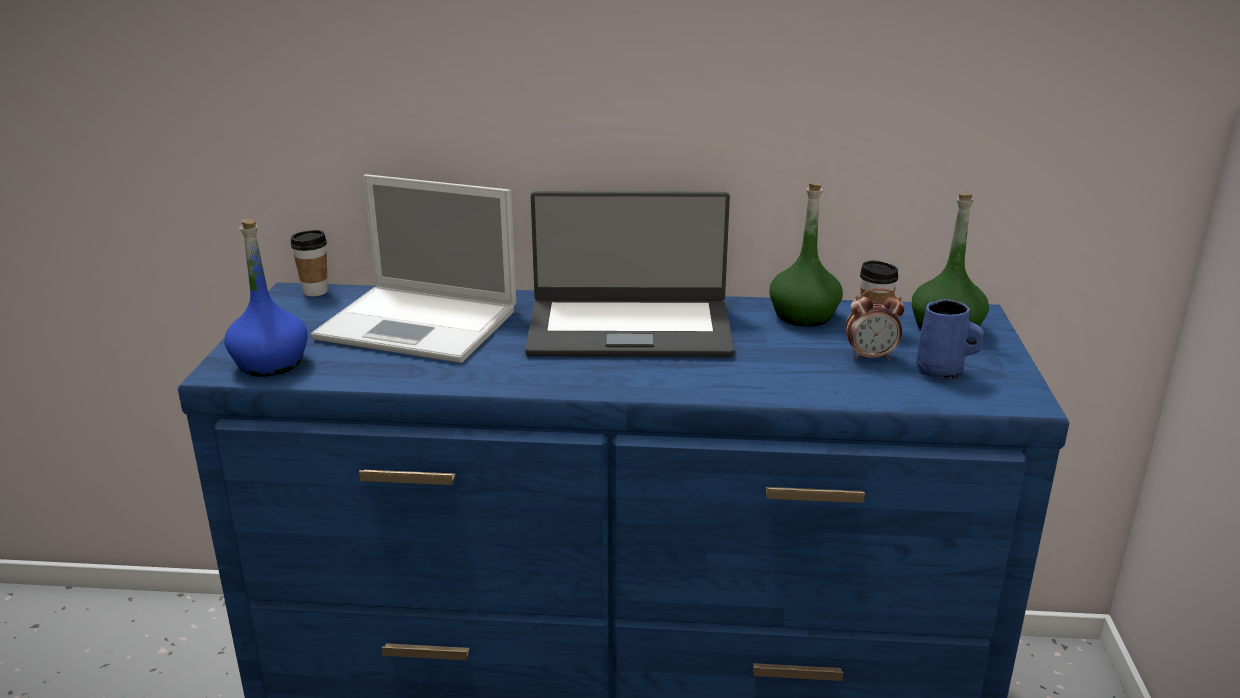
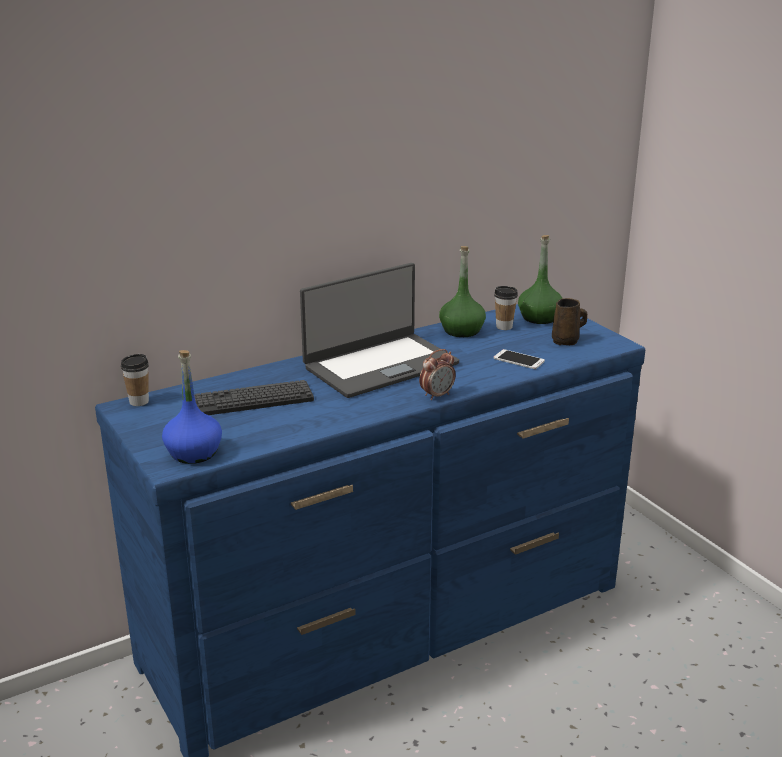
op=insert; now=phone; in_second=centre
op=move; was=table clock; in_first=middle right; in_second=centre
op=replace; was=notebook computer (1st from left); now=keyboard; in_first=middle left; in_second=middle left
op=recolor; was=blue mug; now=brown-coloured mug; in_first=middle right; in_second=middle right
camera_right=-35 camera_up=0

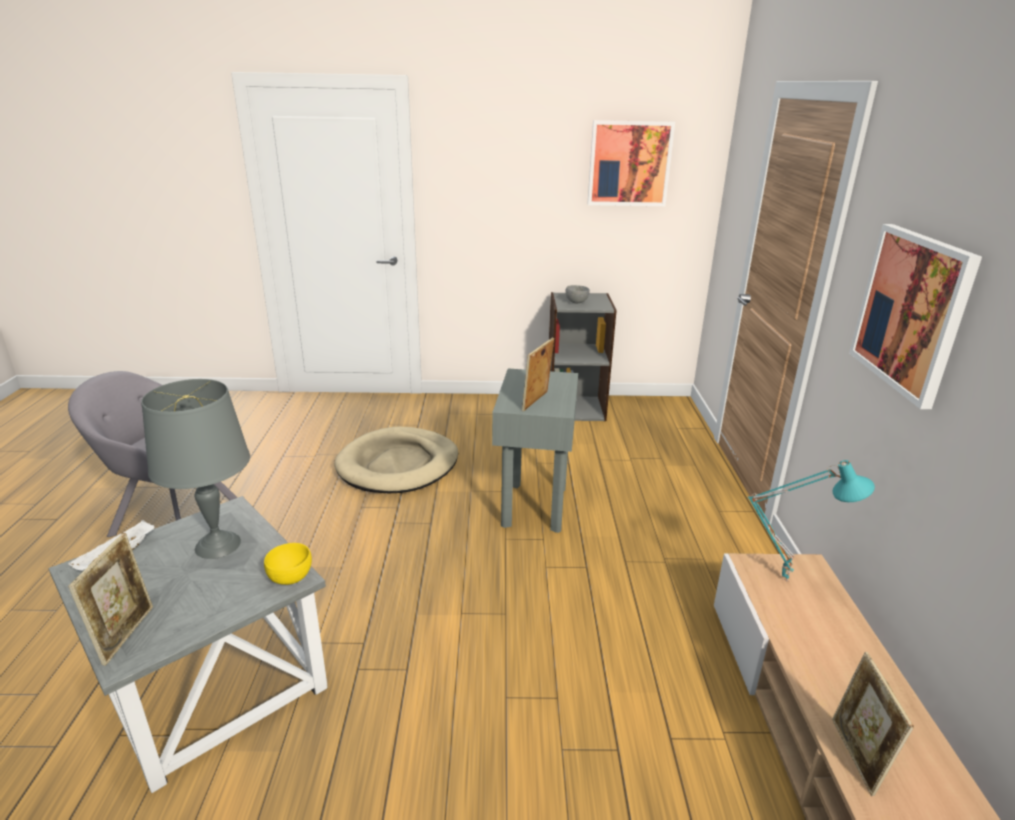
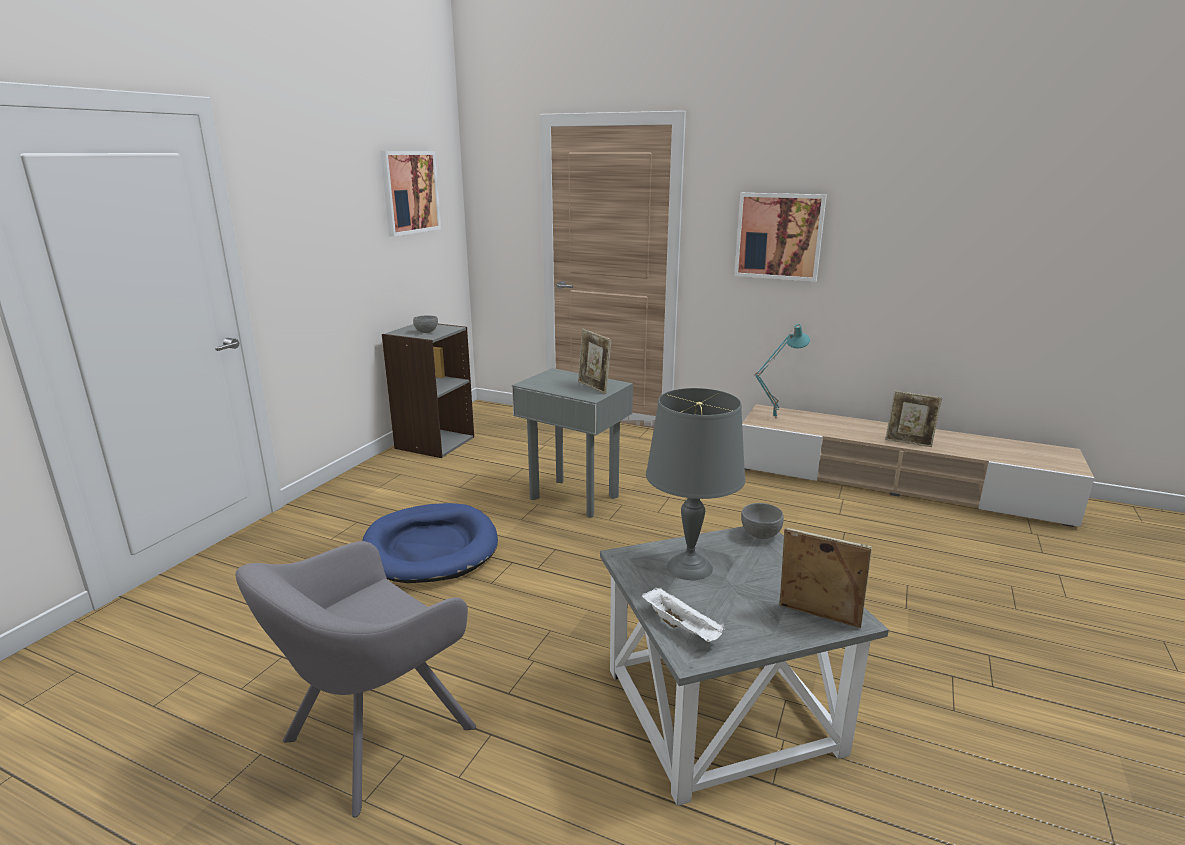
op=recolor; was=yellowish serving bowl; now=gray serving bowl (2nd from left); in_first=bottom left; in_second=centre
op=recolor; was=beige pet bed; now=blue pet bed; in_first=centre; in_second=centre
camera_right=-65 camera_up=-5

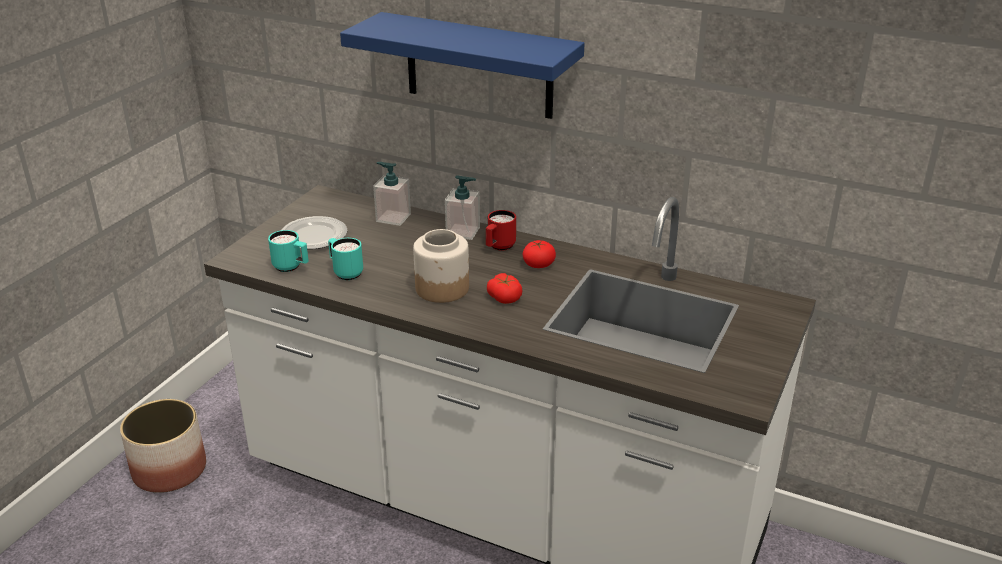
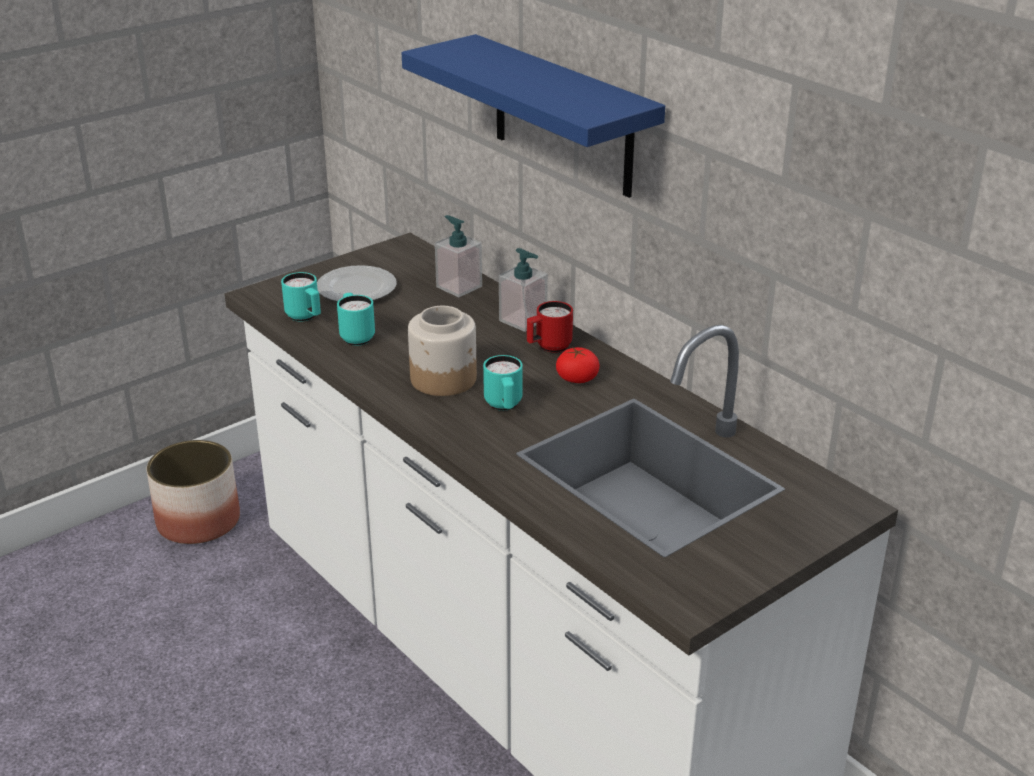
op=replace; was=fresh tomato (1st from left); now=turquoise-coloured mug (3rd from left); in_first=centre; in_second=centre
camera_right=25 camera_up=0

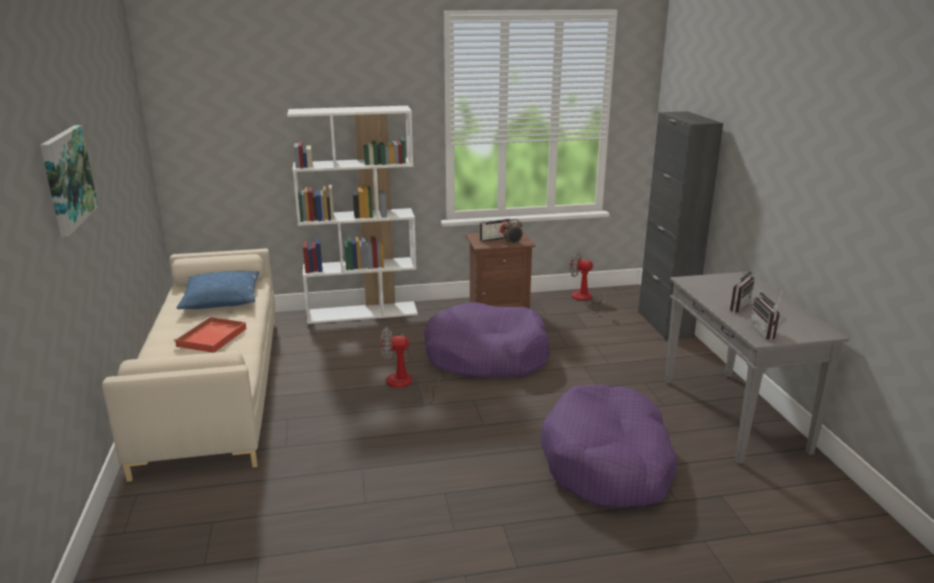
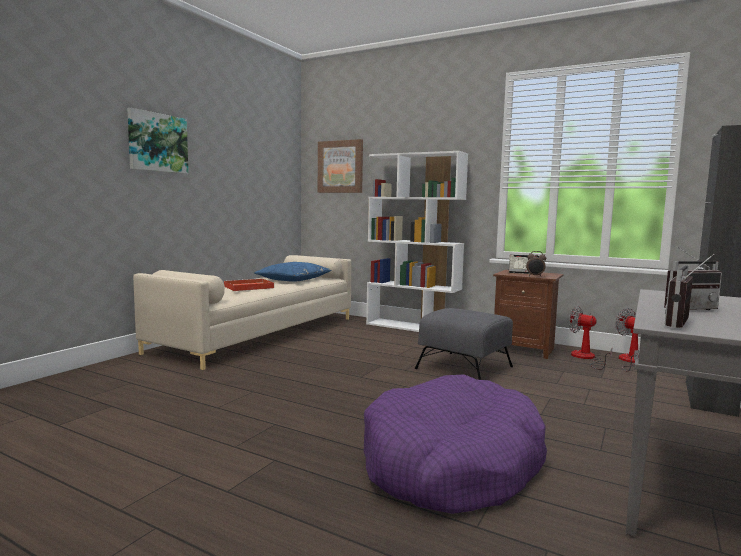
op=insert; now=picture (2nd from left); in_second=top centre
op=move; was=electric fan (1st from left); in_first=centre; in_second=middle right
op=replace; was=purple pet bed (1st from left); now=gray ottoman; in_first=centre; in_second=centre
camera_right=40 camera_up=-15

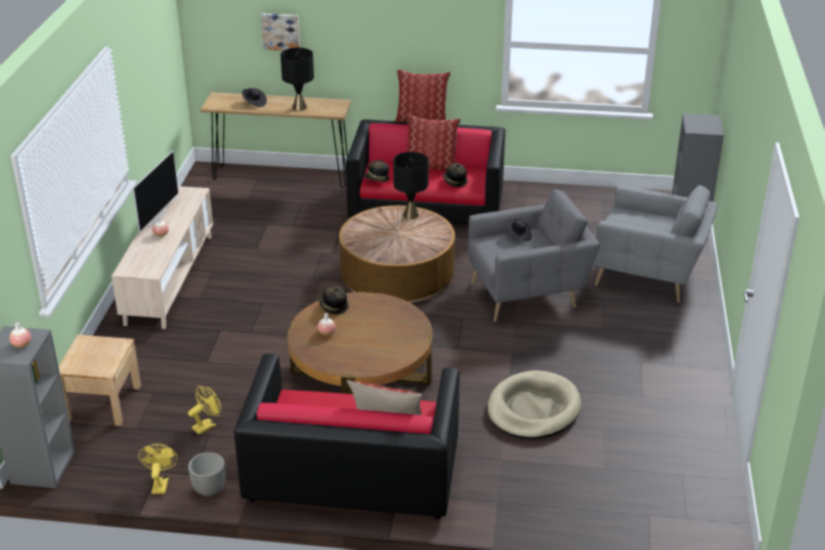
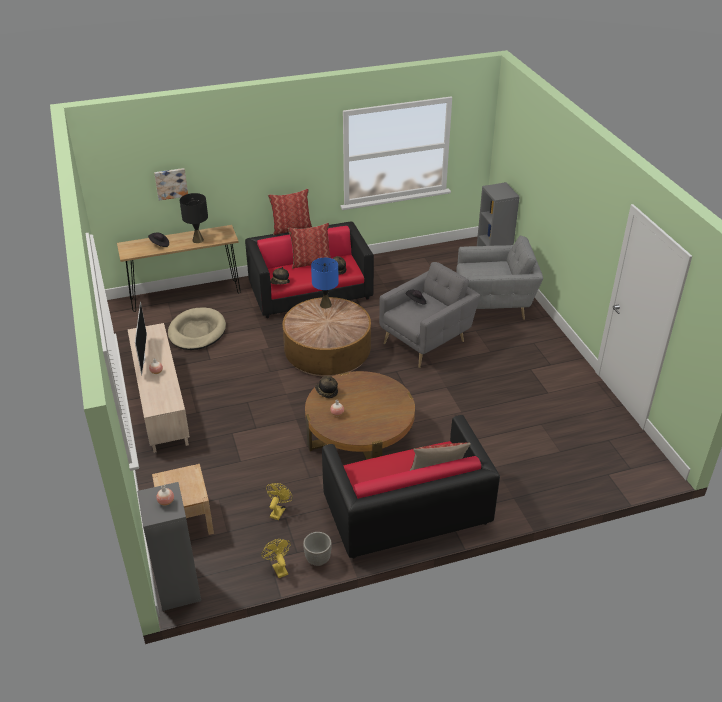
op=move; was=beige pet bed; in_first=bottom centre; in_second=middle left
op=recolor; was=black-coloured tabletop lamp (2nd from left); now=blue tabletop lamp; in_first=centre; in_second=centre
camera_right=-25 camera_up=5

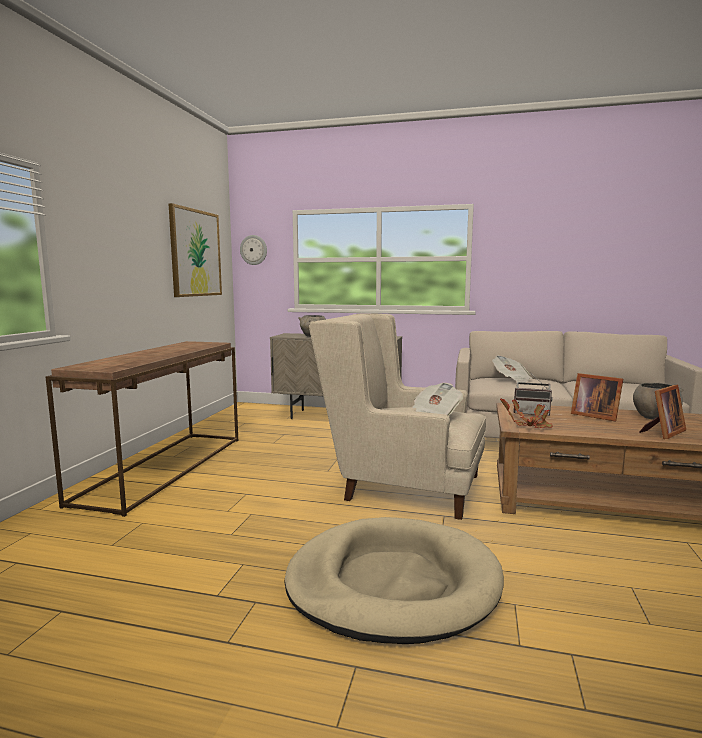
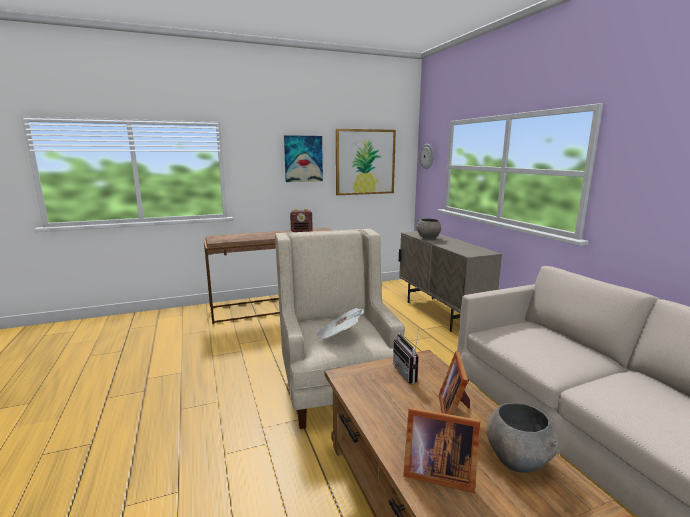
op=delete; was=beige pet bed; in_first=bottom centre
op=delete; was=printed paper (2nd from left); in_first=middle right
op=delete; was=potted plant; in_first=middle right
op=insert; now=picture (1st from left); in_second=top centre
op=insert; now=radio receiver (1st from left); in_second=centre
camera_right=55 camera_up=5

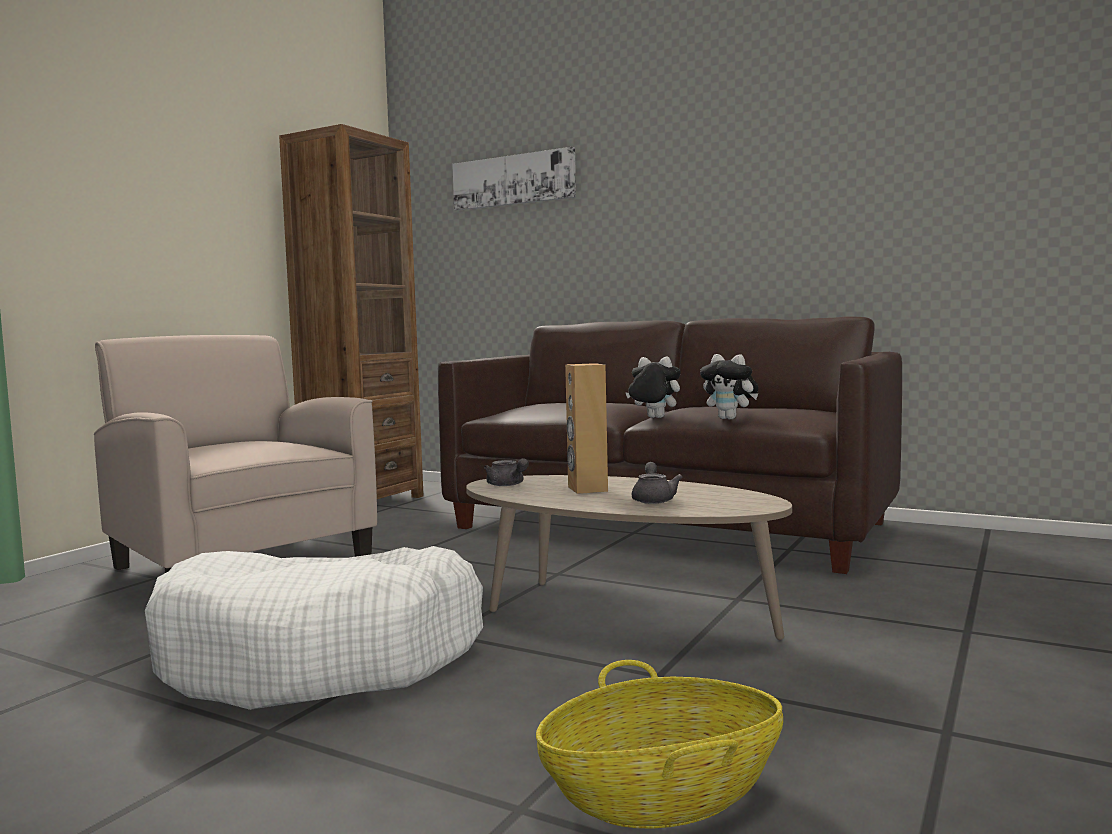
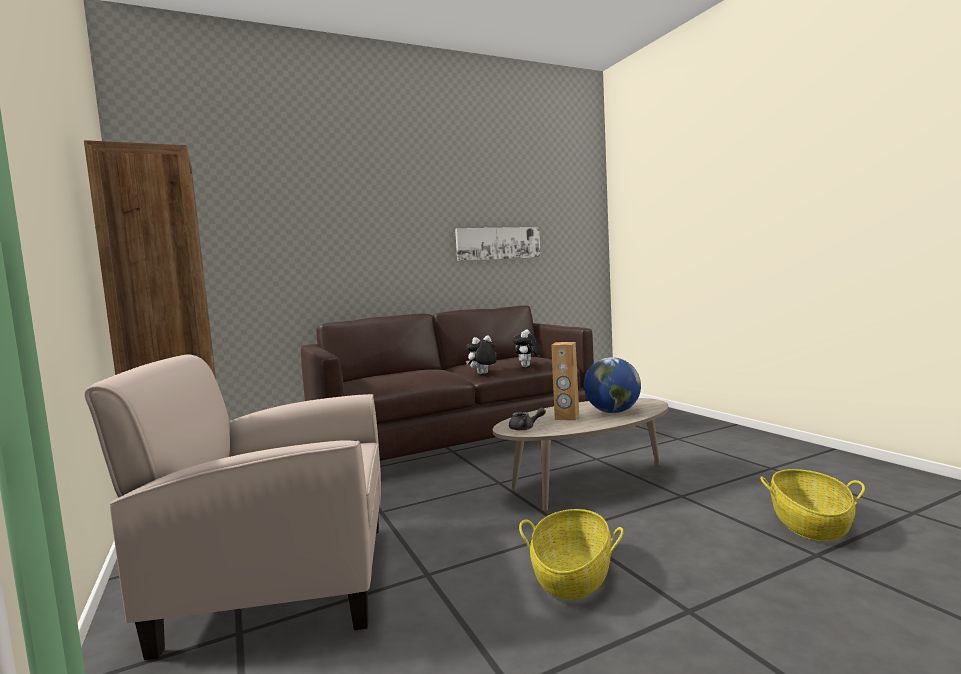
op=move; was=picture; in_first=top centre; in_second=centre
op=replace; was=whitish pet bed; now=household basket (1st from left); in_first=bottom left; in_second=bottom centre
op=replace; was=gray pot for tea (2nd from left); now=world globe; in_first=centre; in_second=centre
op=rotate; was=soft toy (2nd from left); in_first=centre; in_second=centre; clockwise=120
camera_right=-55 camera_up=0

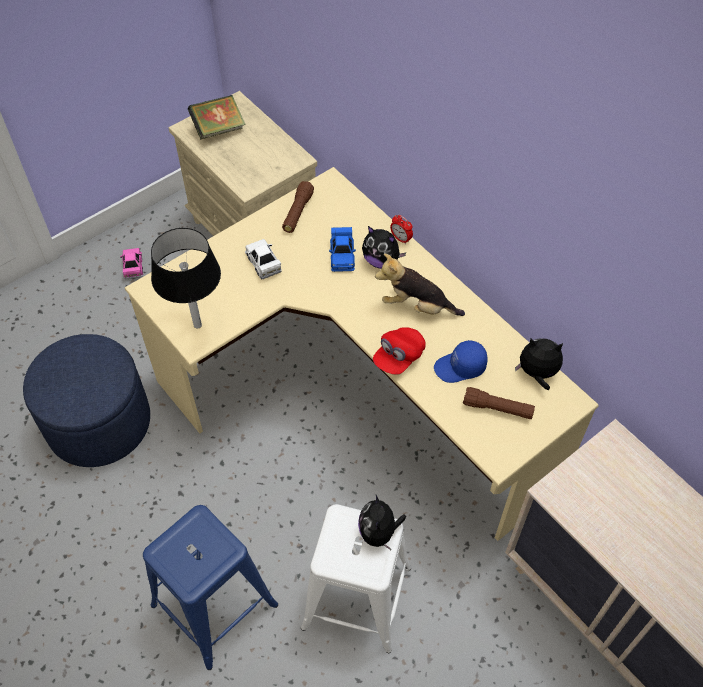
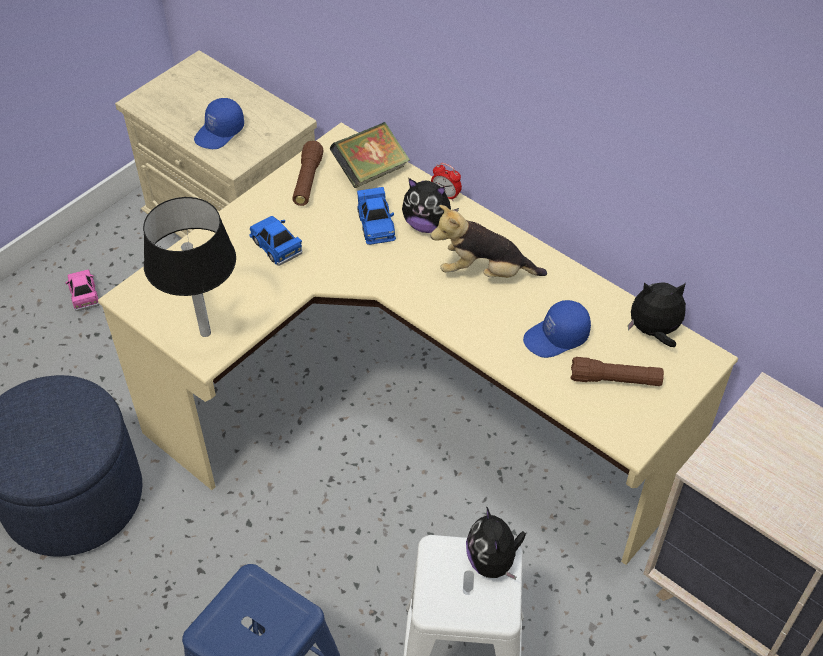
op=delete; was=red cap; in_first=centre
op=insert; now=blue cap (1st from left); in_second=top left
op=move; was=book; in_first=top left; in_second=top centre
op=recolor; was=whitish toy car; now=blue toy car (1st from left); in_first=centre; in_second=centre
camera_right=-10 camera_up=-5

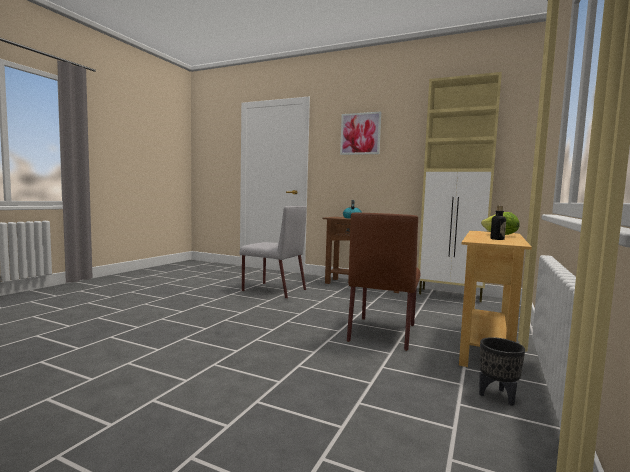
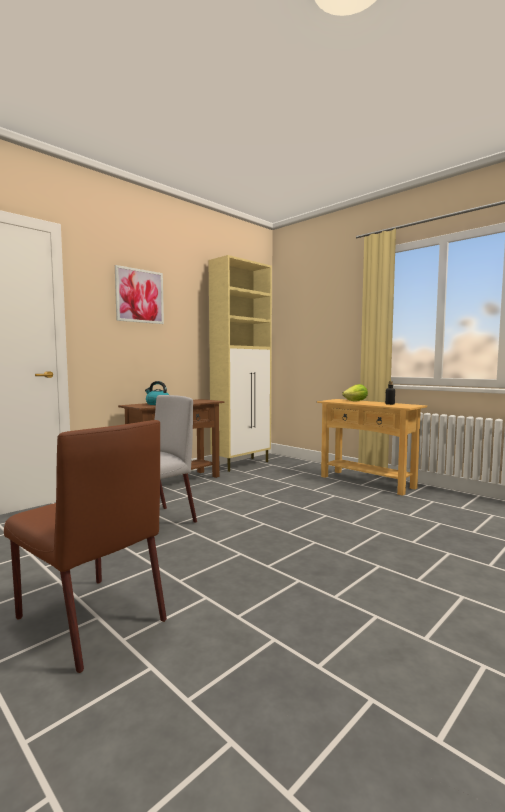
op=delete; was=black-coloured flower pot; in_first=bottom right
op=move; was=brown-coloured plain chair; in_first=centre; in_second=bottom left
camera_right=-70 camera_up=0

